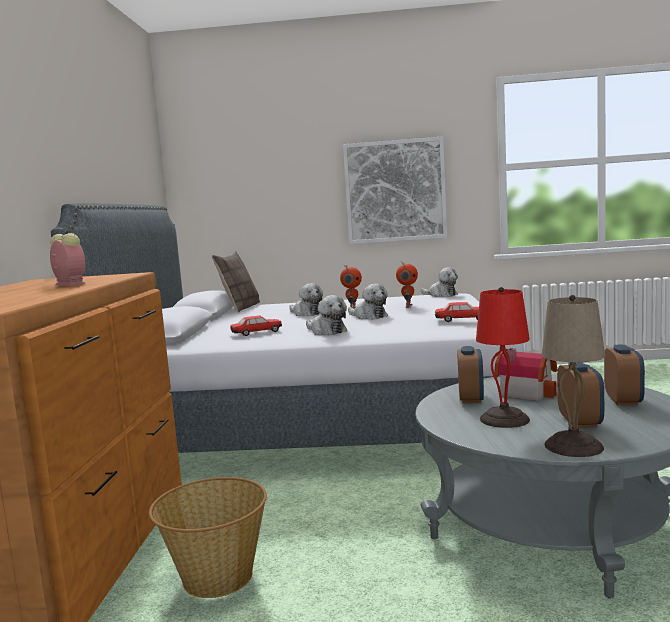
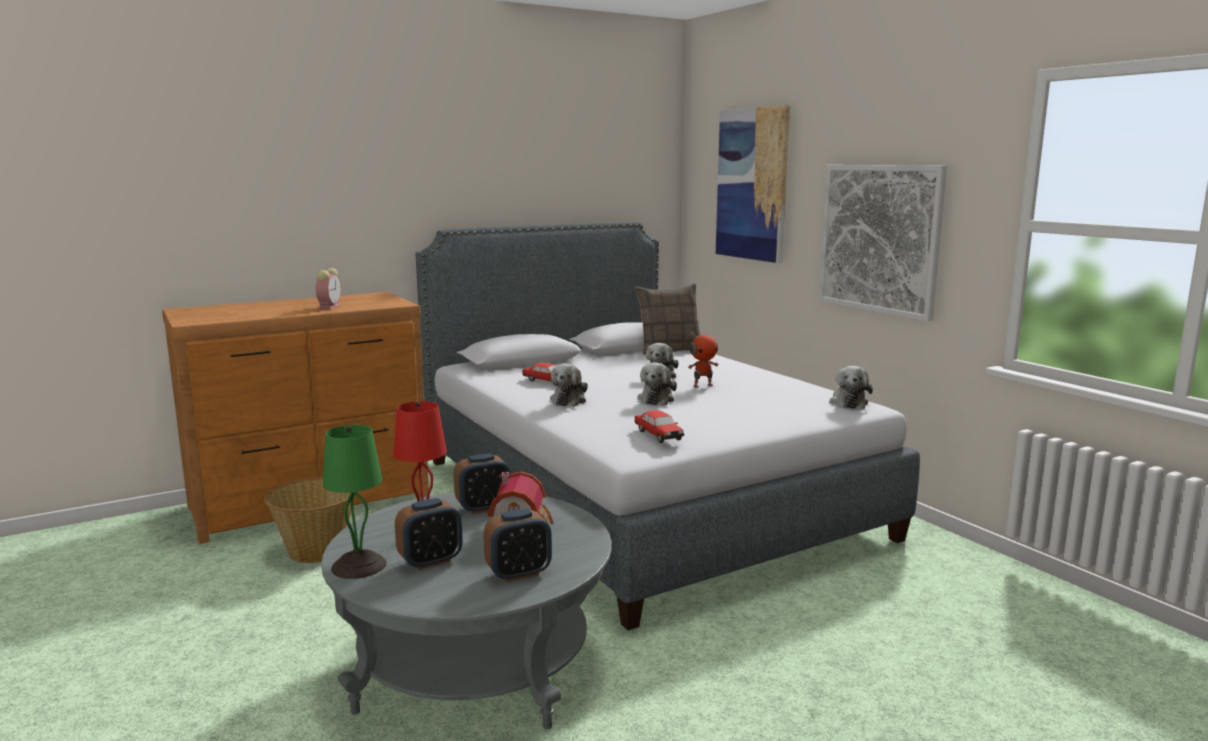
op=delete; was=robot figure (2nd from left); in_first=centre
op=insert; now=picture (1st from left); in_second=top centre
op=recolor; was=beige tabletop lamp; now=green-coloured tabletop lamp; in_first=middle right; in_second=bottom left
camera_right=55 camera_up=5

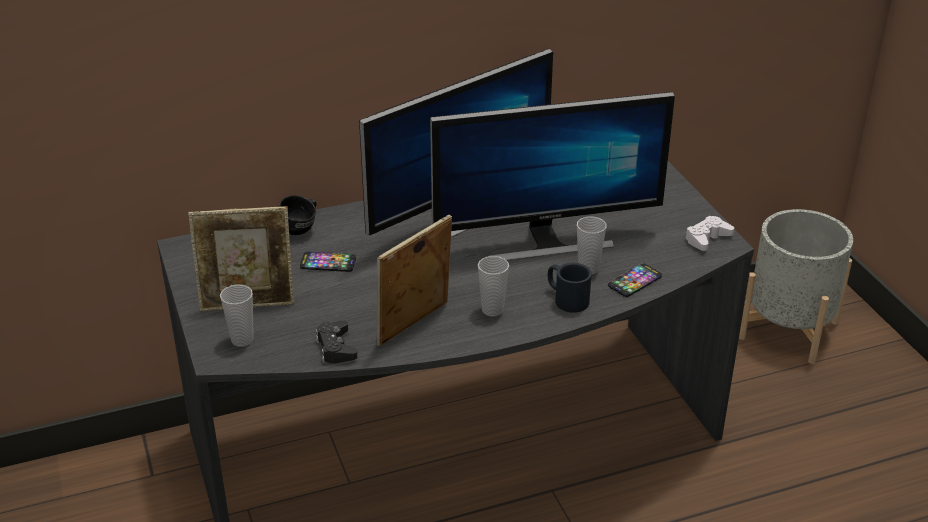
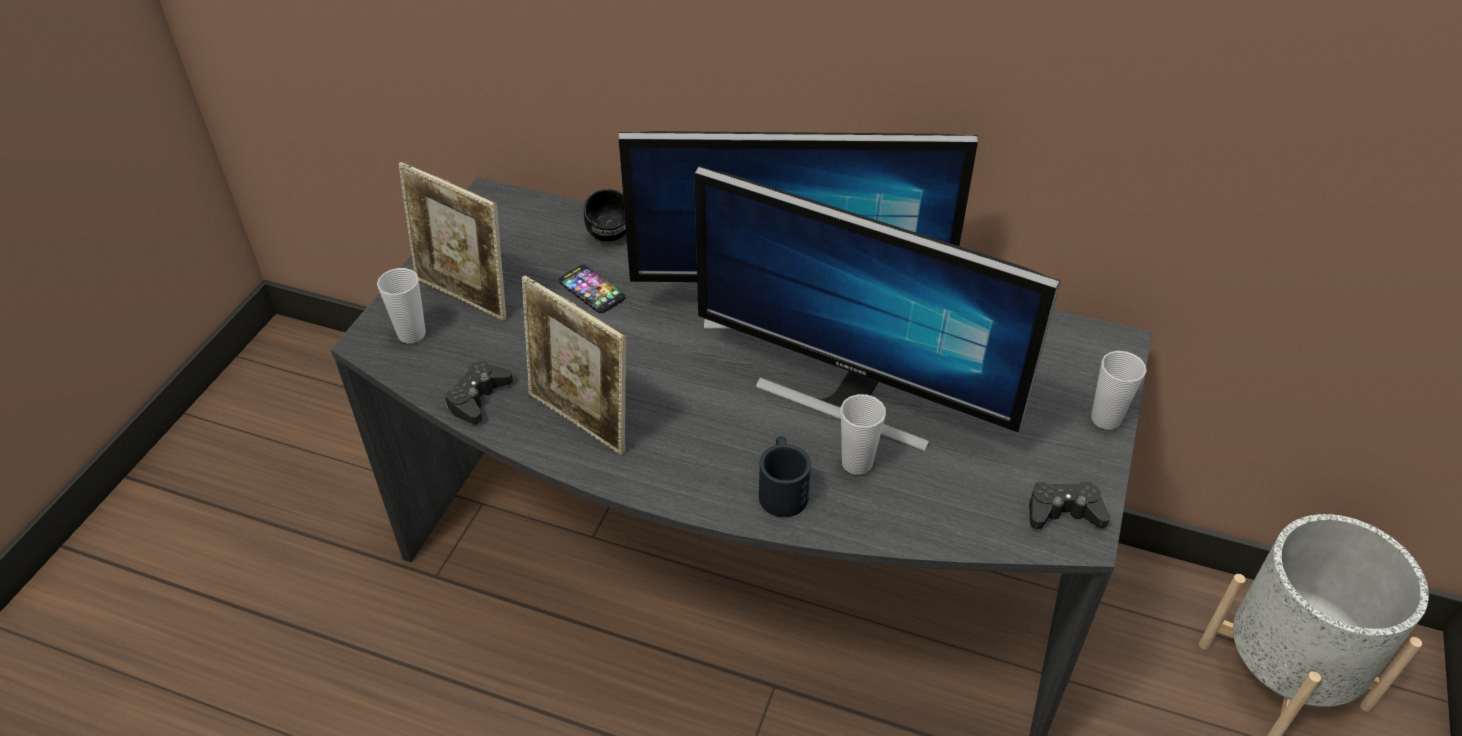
op=delete; was=phone (2nd from left); in_first=middle right
op=move; was=cup (2nd from left in the first image); now=cup (3rd from left); in_first=centre; in_second=middle right
op=recolor; was=whitish game controller; now=black-coloured game controller (2nd from left); in_first=middle right; in_second=bottom right
op=rotate; was=photo frame (2nd from left); in_first=centre; in_second=centre; clockwise=-135
camera_right=40 camera_up=10

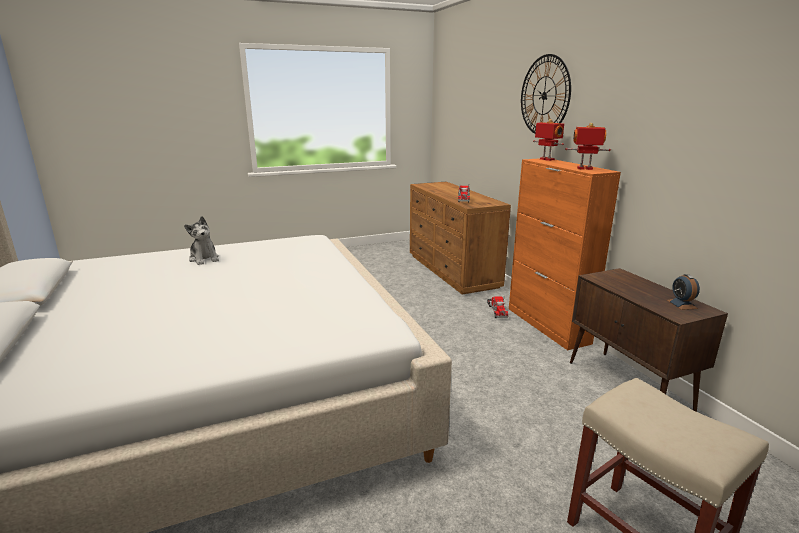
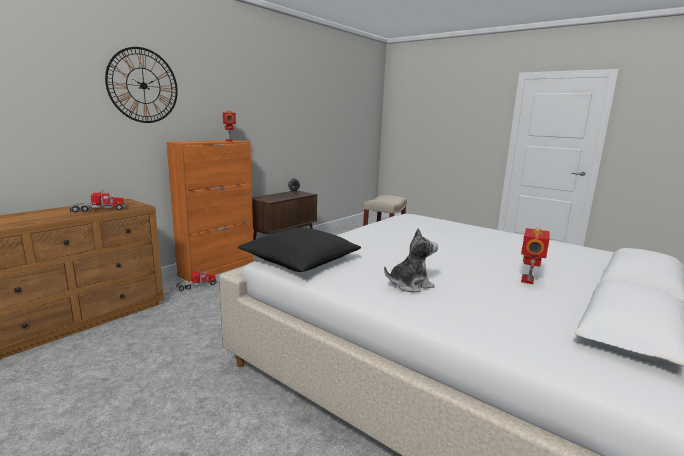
op=insert; now=black-coloured cushion; in_second=centre
op=move; was=robot figure (1st from left in the first image); now=robot figure (2nd from left); in_first=top right; in_second=middle right
op=rotate; was=soft toy; in_first=middle left; in_second=centre; clockwise=45
camera_right=-120 camera_up=-5

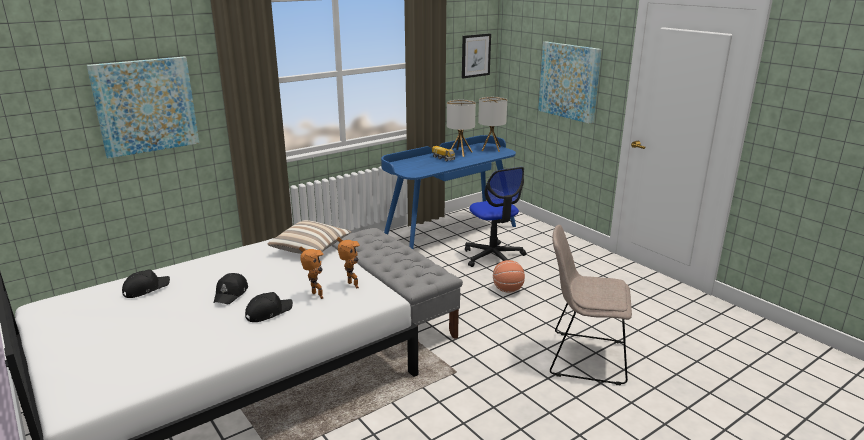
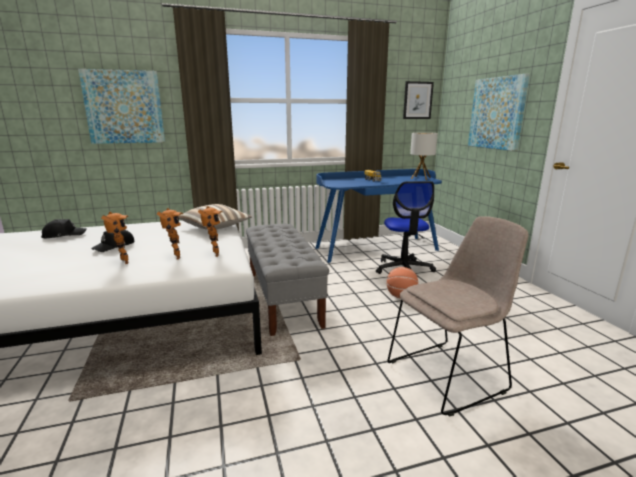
op=delete; was=tabletop lamp (1st from left); in_first=top centre
op=replace; was=black-coloured cap (3rd from left); now=robot figure (1st from left); in_first=bottom left; in_second=middle left
op=rotate; was=beige plain chair; in_first=bottom right; in_second=middle right; clockwise=120
camera_right=20 camera_up=-5

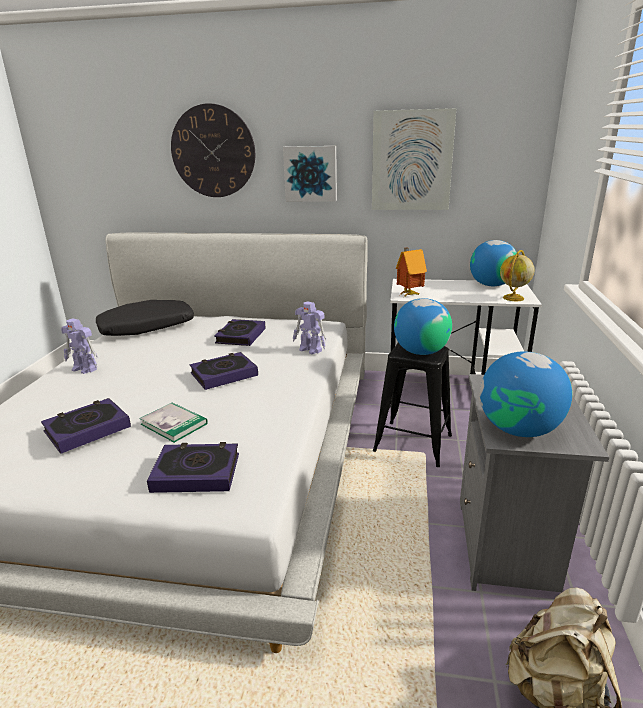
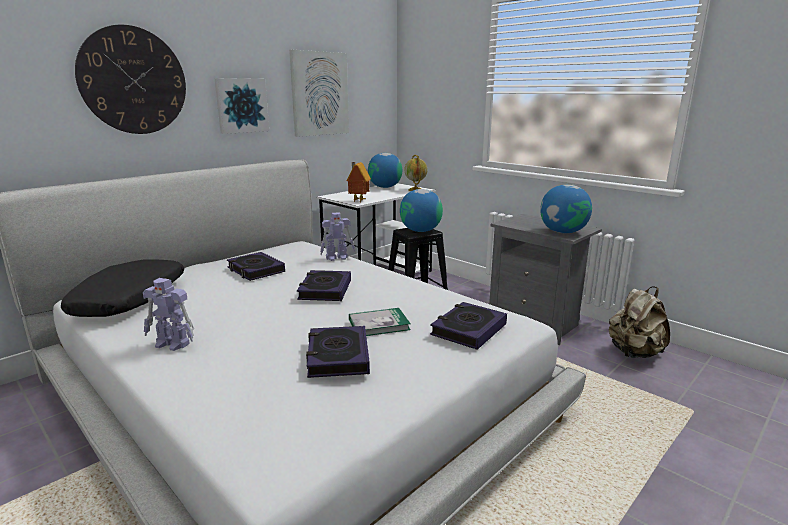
op=rotate; was=robot figure (1st from left); in_first=middle left; in_second=middle left; clockwise=45
camera_right=-55 camera_up=-5

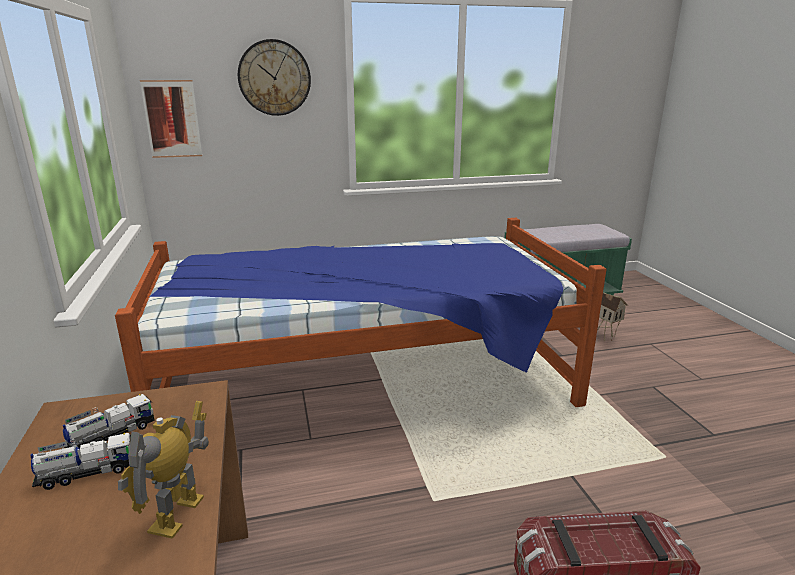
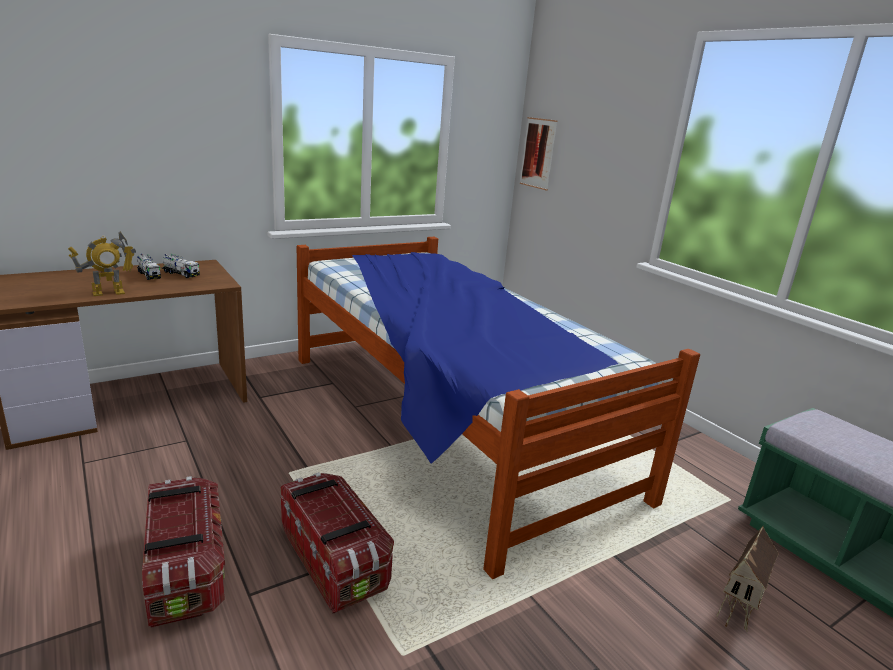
op=delete; was=clock on the wall; in_first=top centre
op=insert; now=storage bin (2nd from left); in_second=bottom centre
op=rotate; was=robot figure; in_first=bottom left; in_second=middle left; clockwise=150
camera_right=70 camera_up=0

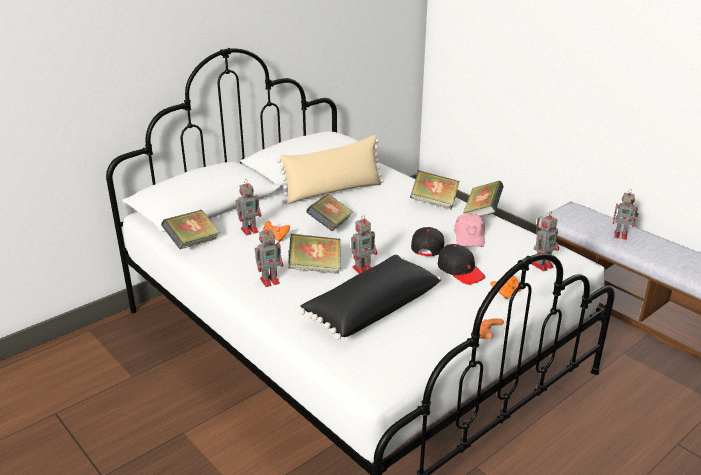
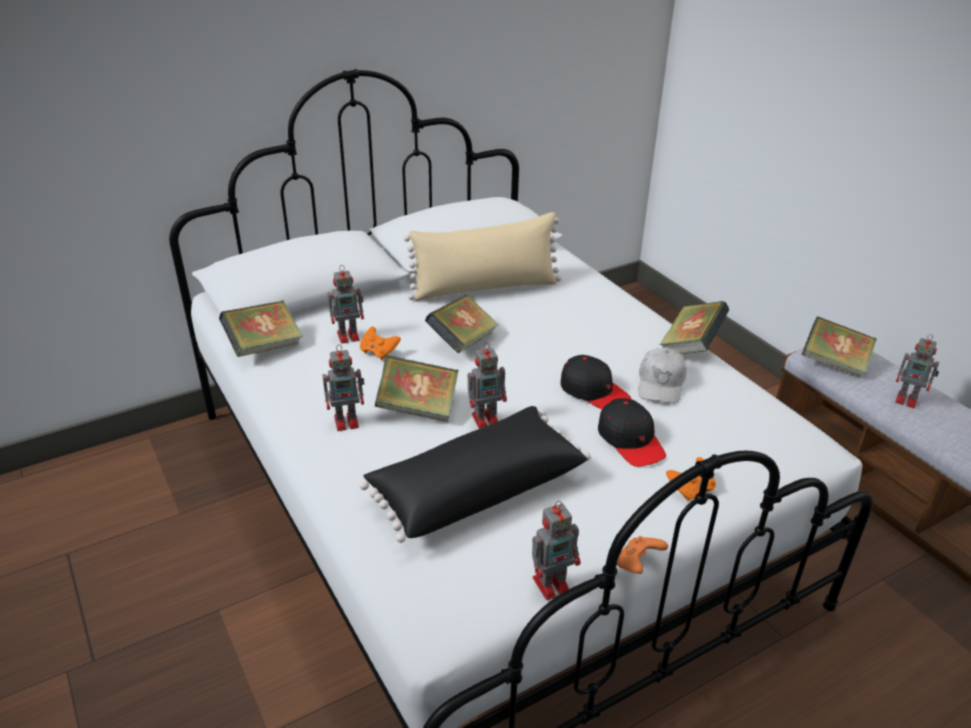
op=move; was=book (4th from left in the first image); now=book (5th from left); in_first=centre; in_second=middle right
op=move; was=robot figure (4th from left); in_first=middle right; in_second=bottom centre
op=recolor; was=pink cap; now=whitish cap; in_first=middle right; in_second=middle right
op=rotate; was=black-coloured cap (1st from left); in_first=centre; in_second=centre; clockwise=105
camera_right=10 camera_up=5

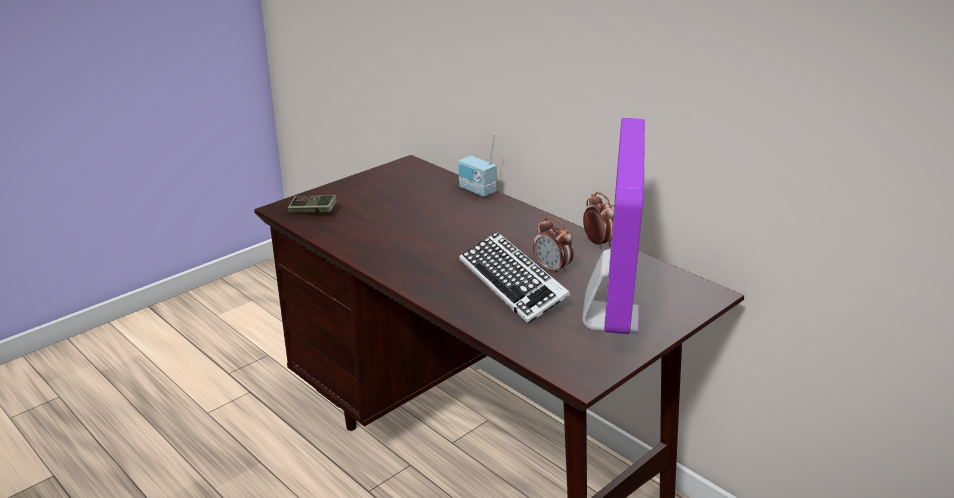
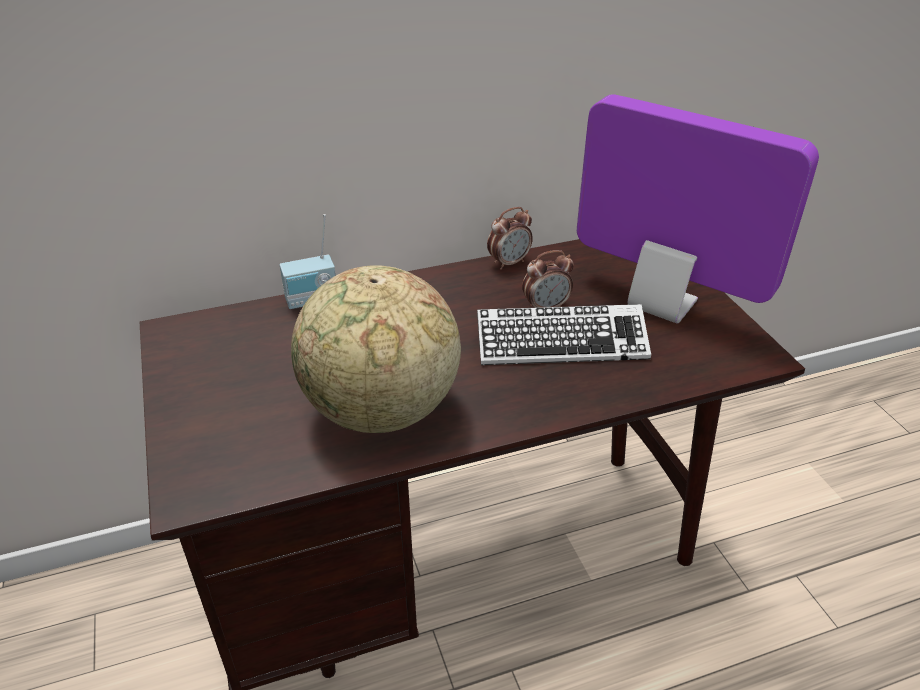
op=delete; was=game controller; in_first=middle left
op=insert; now=world globe; in_second=centre
op=rotate; was=table clock (2nd from left in the first image); in_first=centre; in_second=centre; clockwise=150
camera_right=-65 camera_up=10

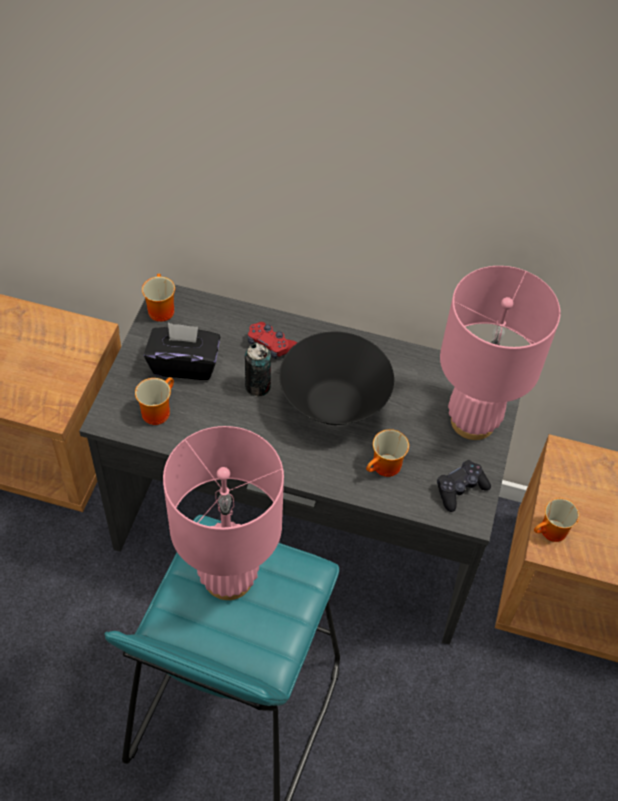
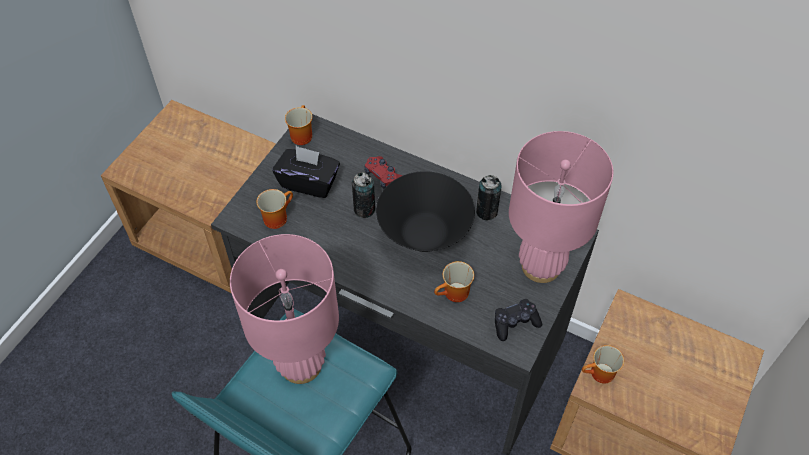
op=insert; now=can (2nd from left); in_second=centre
camera_right=15 camera_up=0

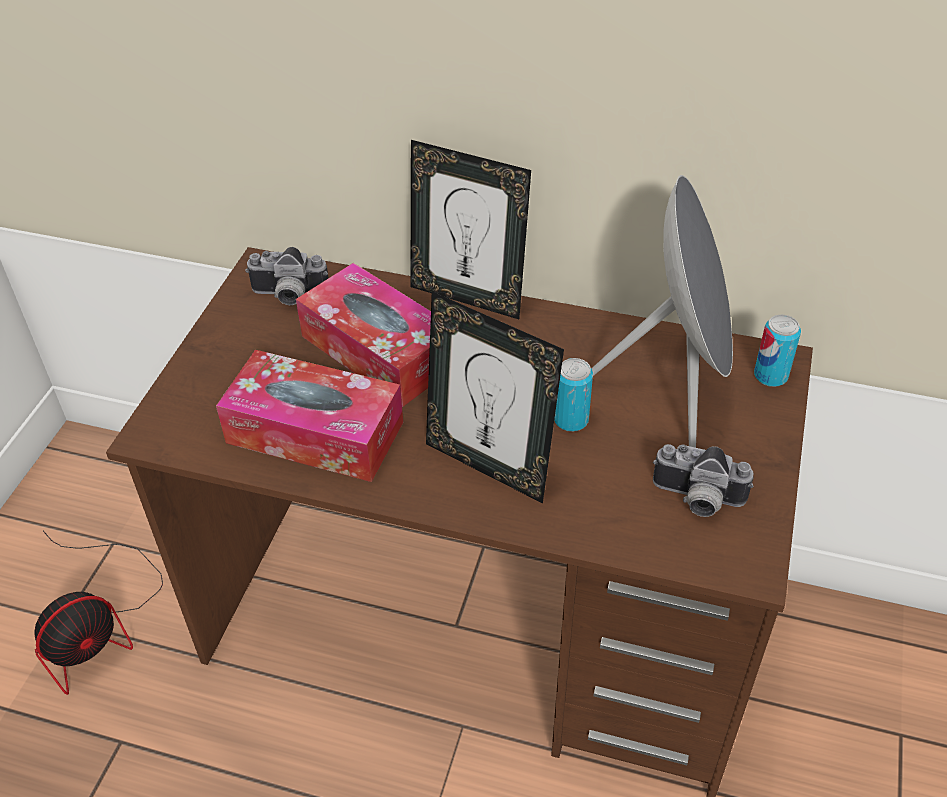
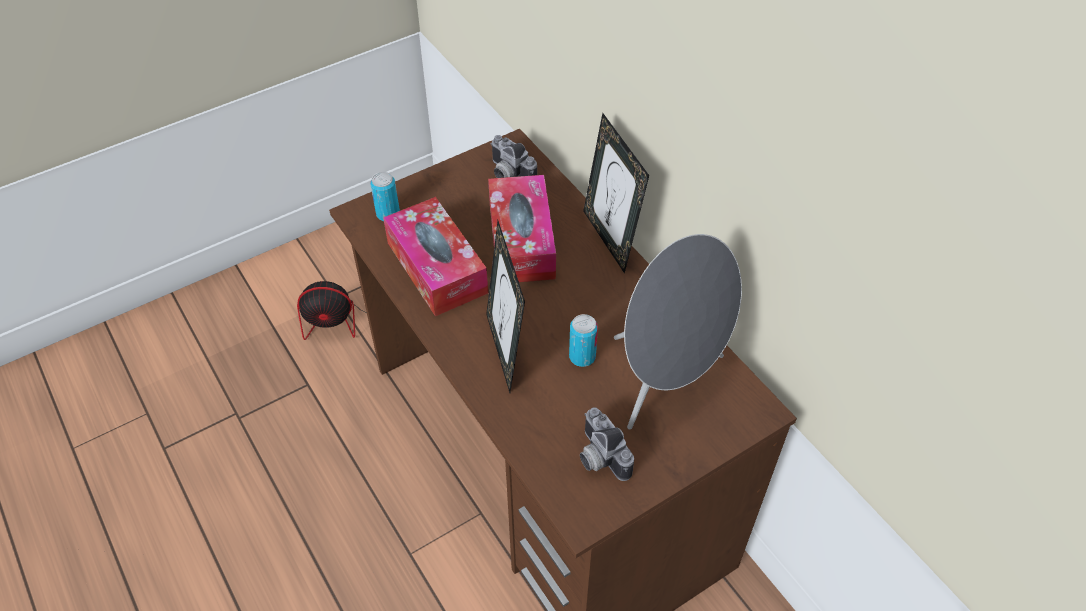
op=move; was=can (2nd from left in the first image); now=can (1st from left); in_first=middle right; in_second=top centre
camera_right=40 camera_up=5

